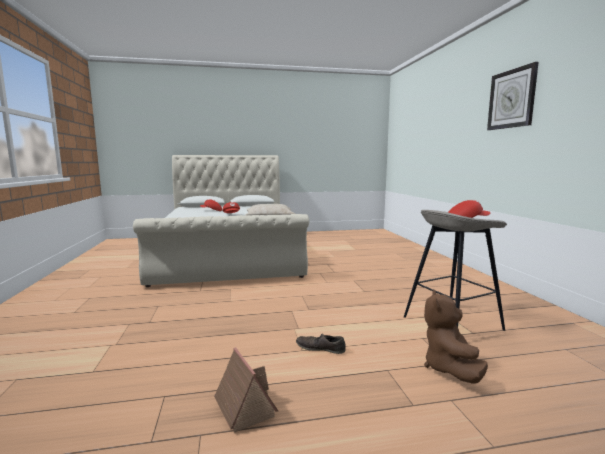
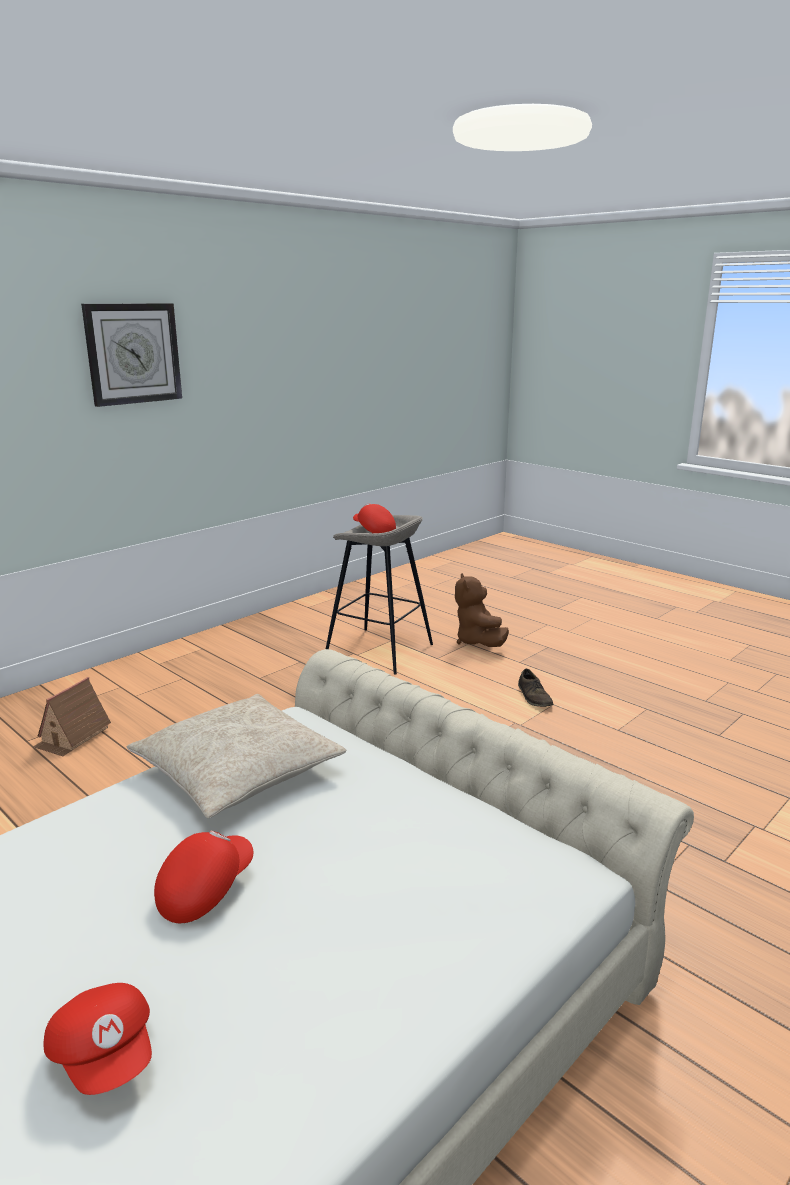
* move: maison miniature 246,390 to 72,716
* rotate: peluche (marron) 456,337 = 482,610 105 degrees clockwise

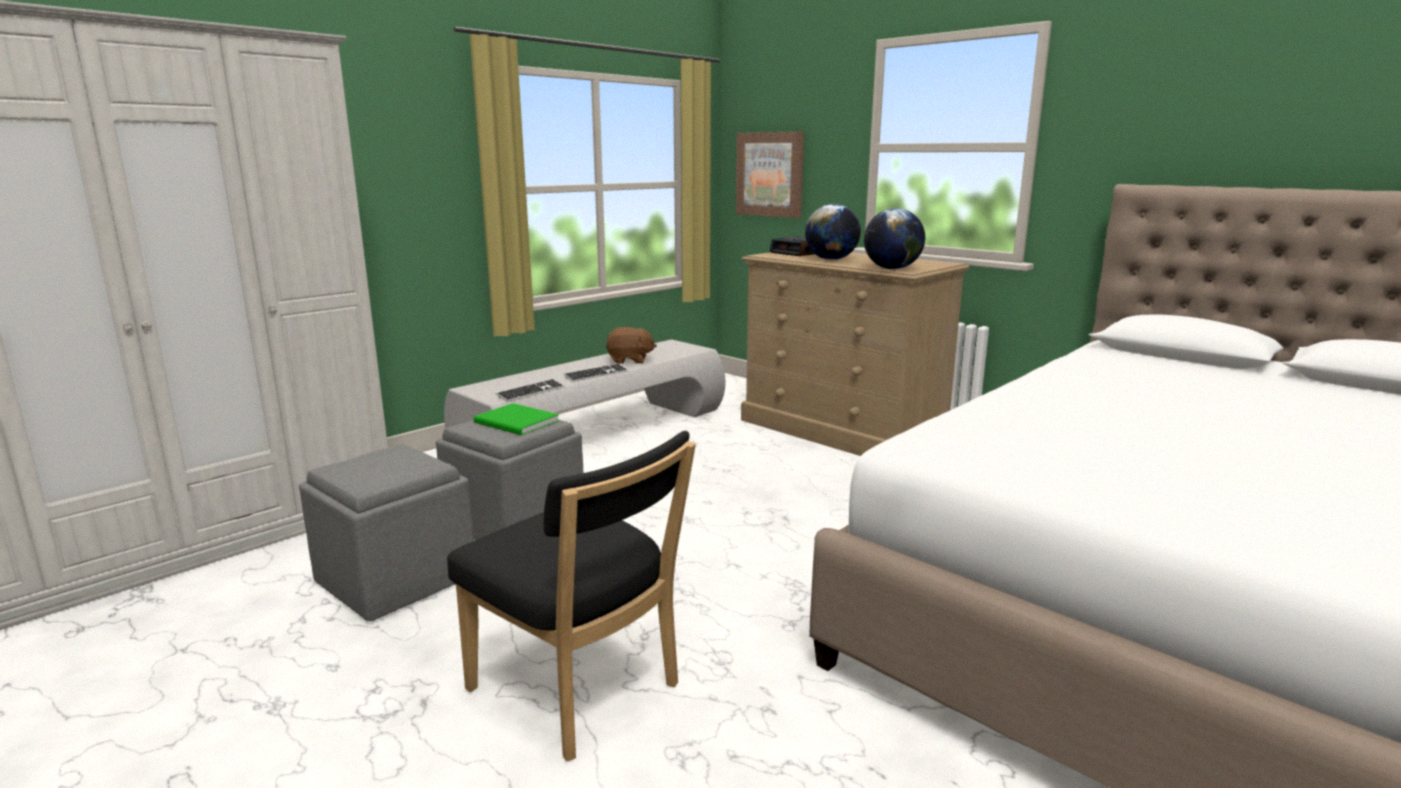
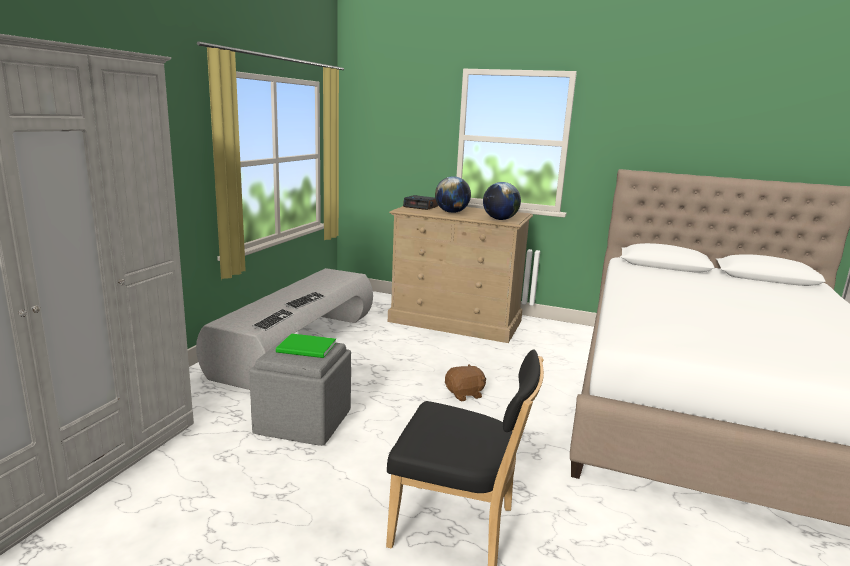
* move: peluche (marron) 631,345 to 465,382
* delete: pouf (gris) 386,532
* delete: tableau 770,174

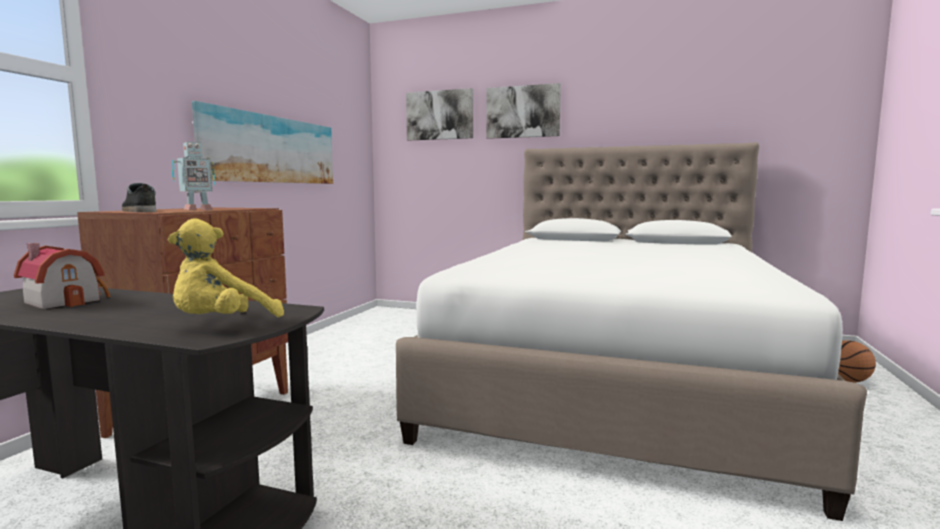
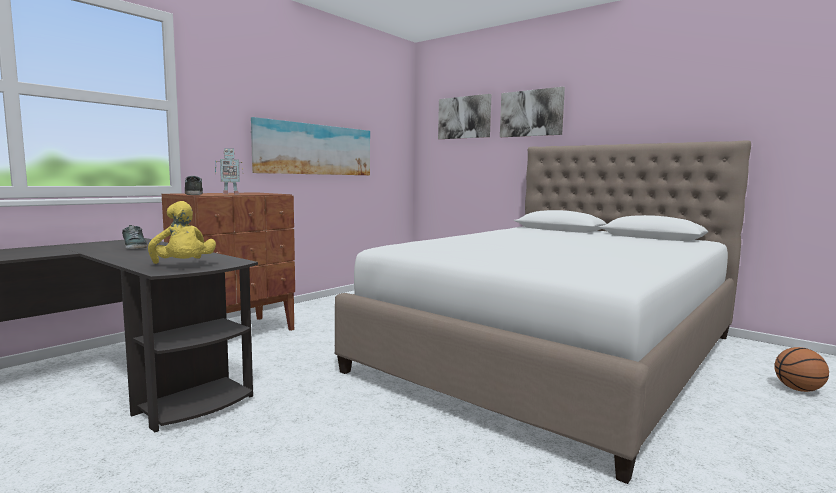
* replace: maison miniature 62,276 to chaussure 134,237
* rotate: peluche (jaune) 226,268 = 182,232 90 degrees counterclockwise

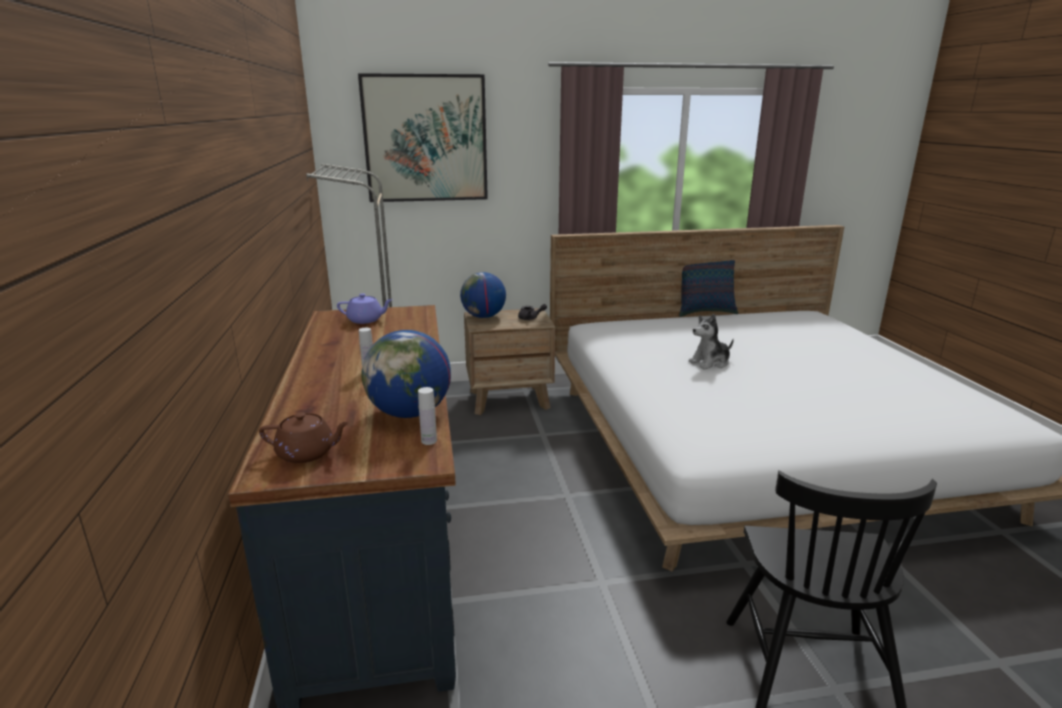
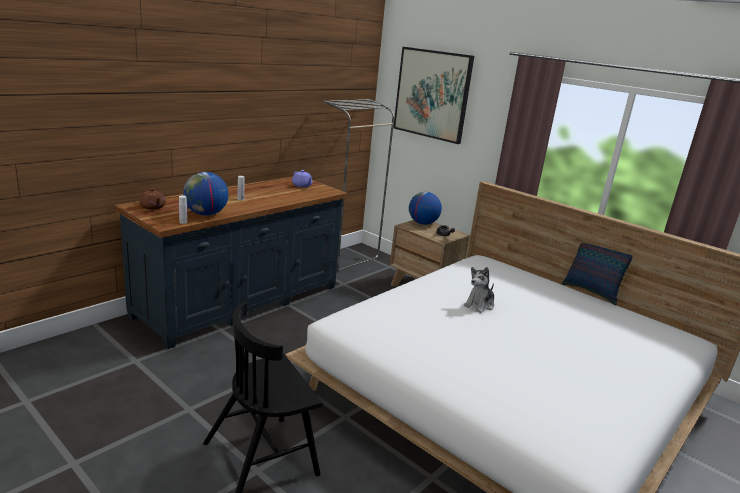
* rotate: peluche 711,341 = 479,290 75 degrees counterclockwise

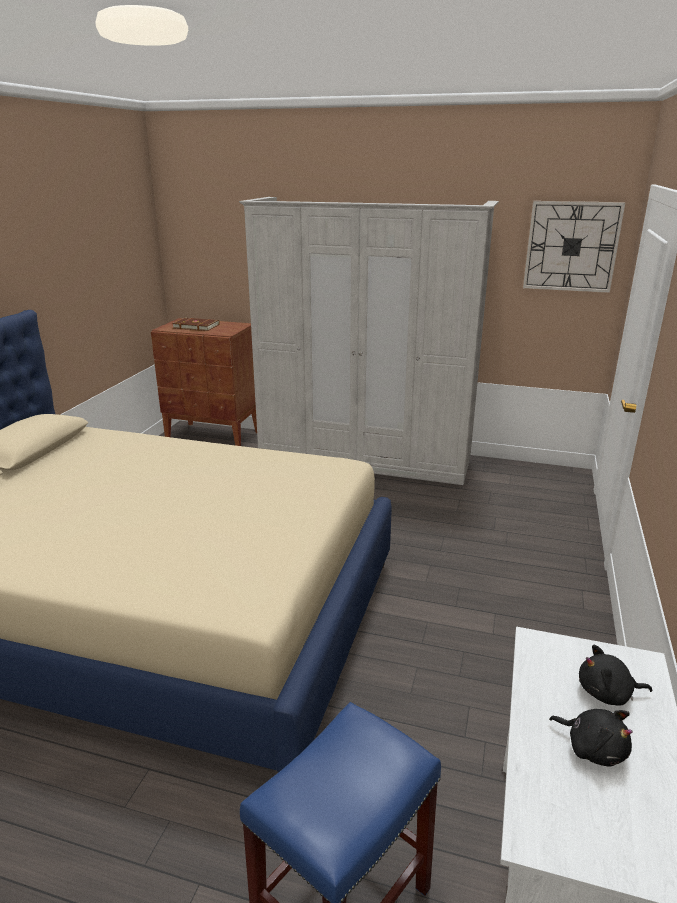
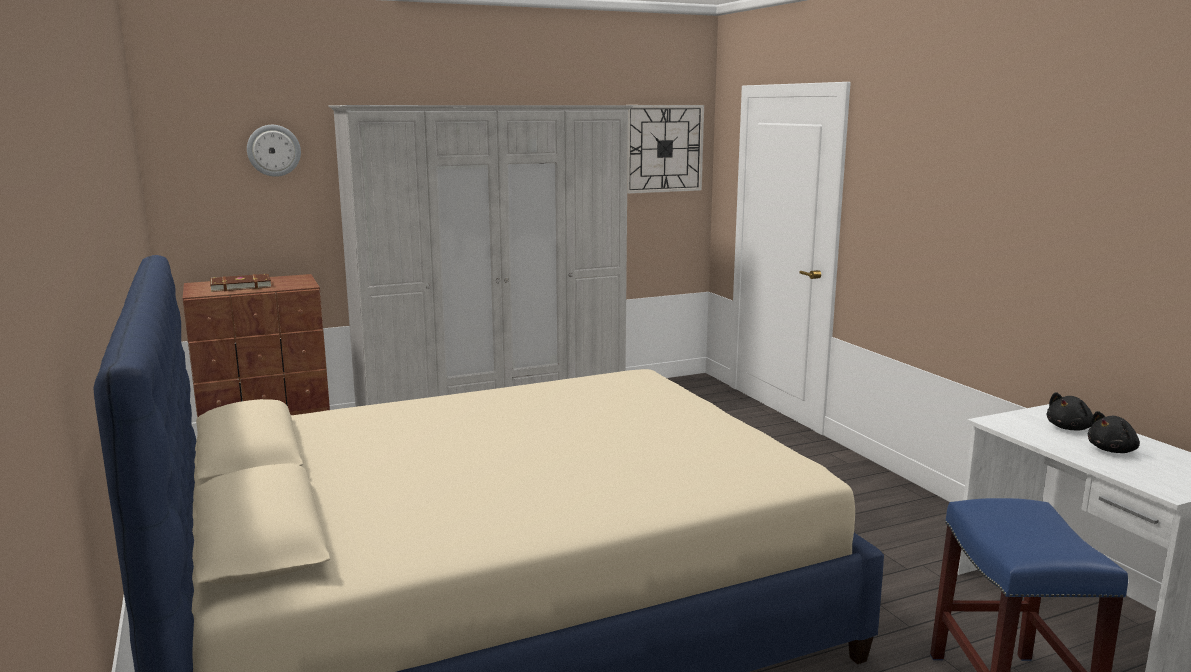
* insert: horloge murale 274,151
* rotate: peluche (noir) 591,738 = 1114,432 150 degrees clockwise

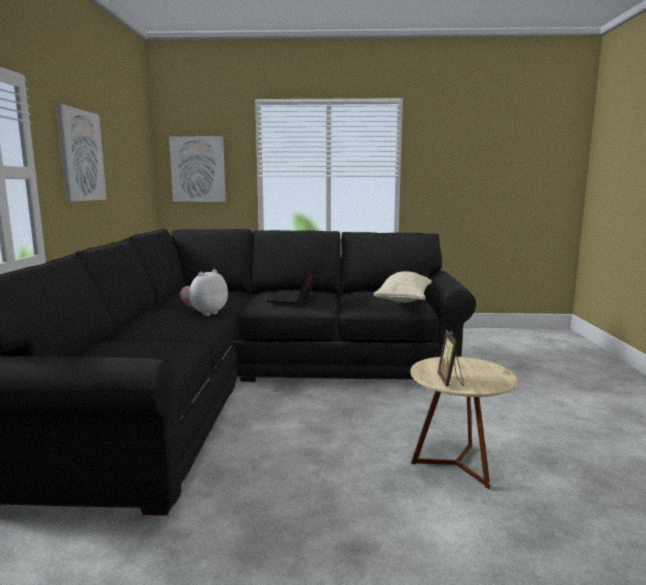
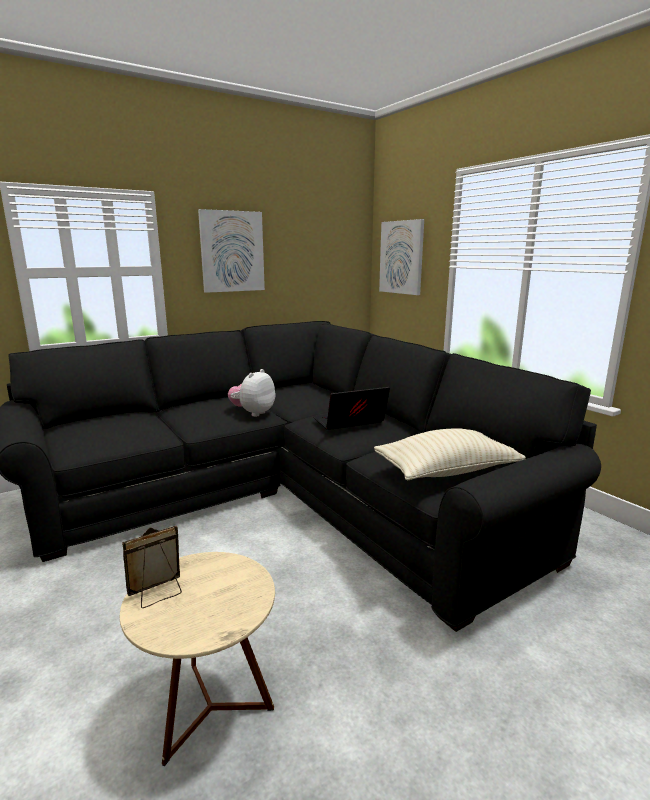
* rotate: peluche 204,292 = 251,393 60 degrees counterclockwise

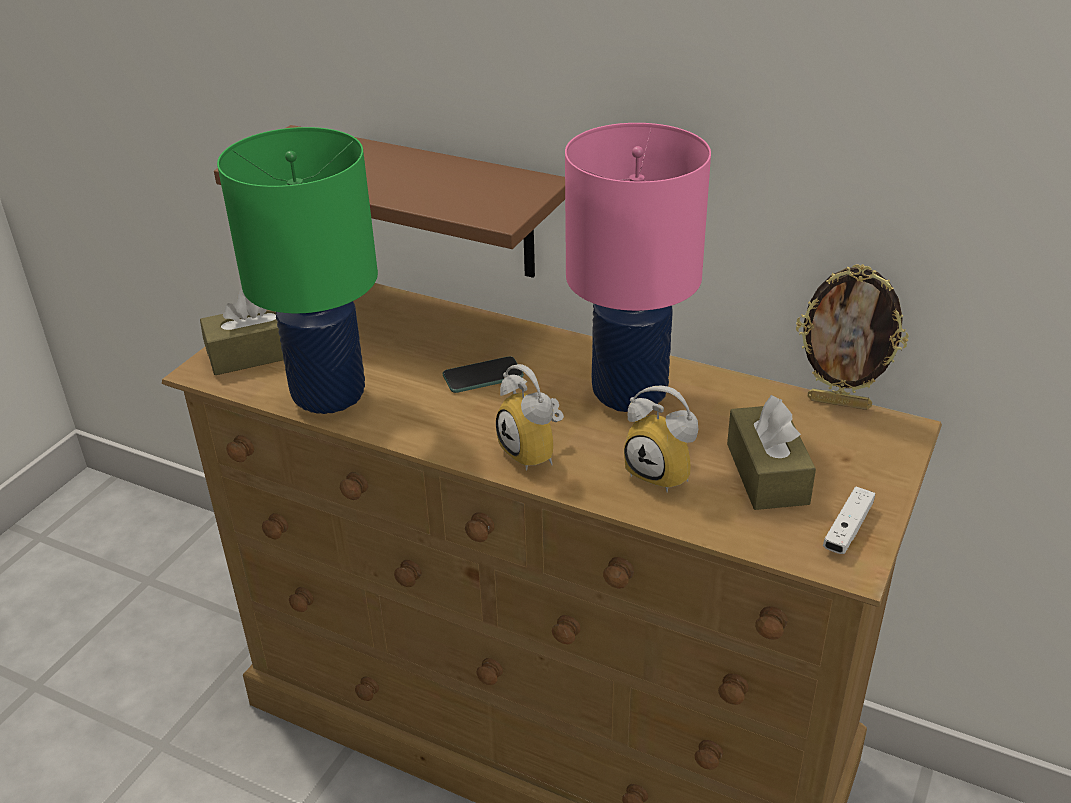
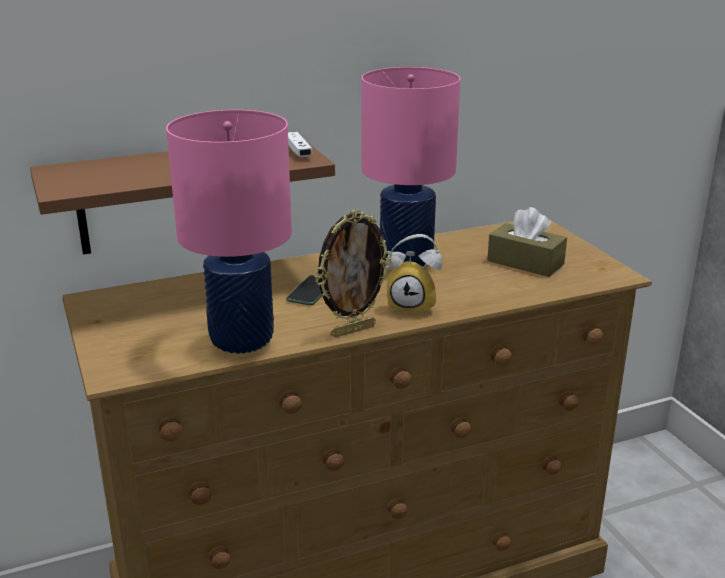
* recolor: lampe de table (vert) 297,270 to lampe de table (rose) 229,232
* move: manette (blanc) 849,520 to 300,144
* move: cadre photo 852,337 to 353,273
* delete: boîte à mouchoirs (marron) 242,332
* delete: réveil 661,439

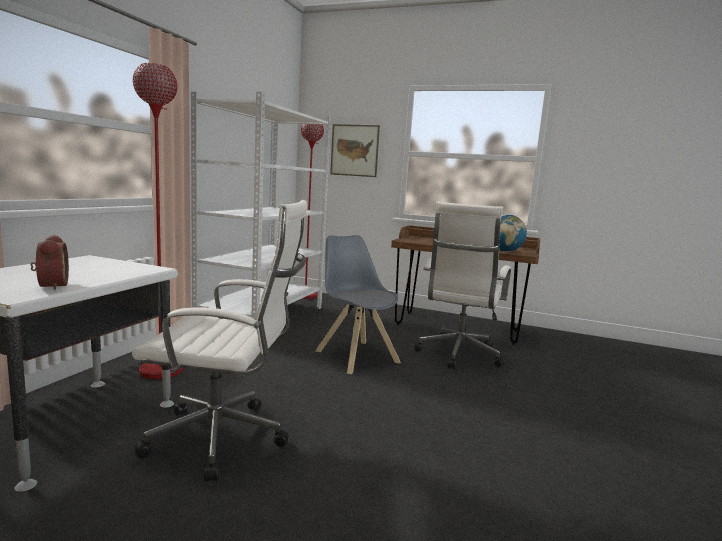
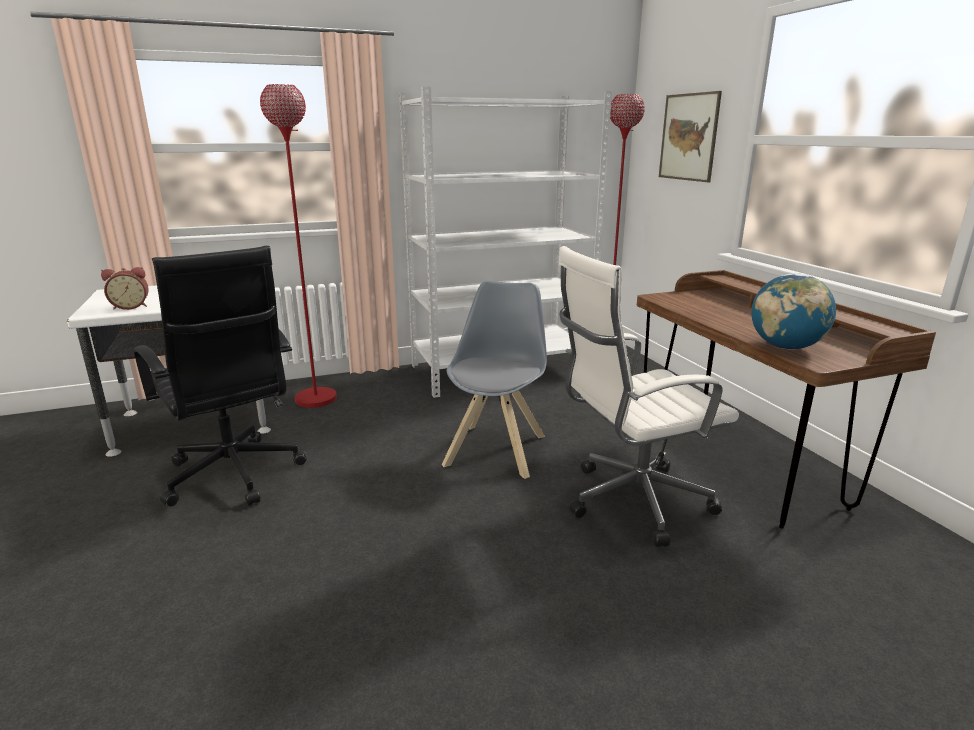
* rotate: réveil 49,262 = 125,288 45 degrees clockwise
* recolor: chaise de bureau (blanc) 219,341 to chaise de bureau (noir) 220,376

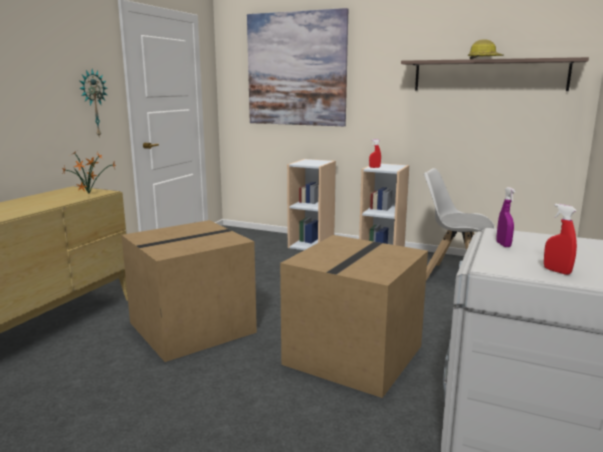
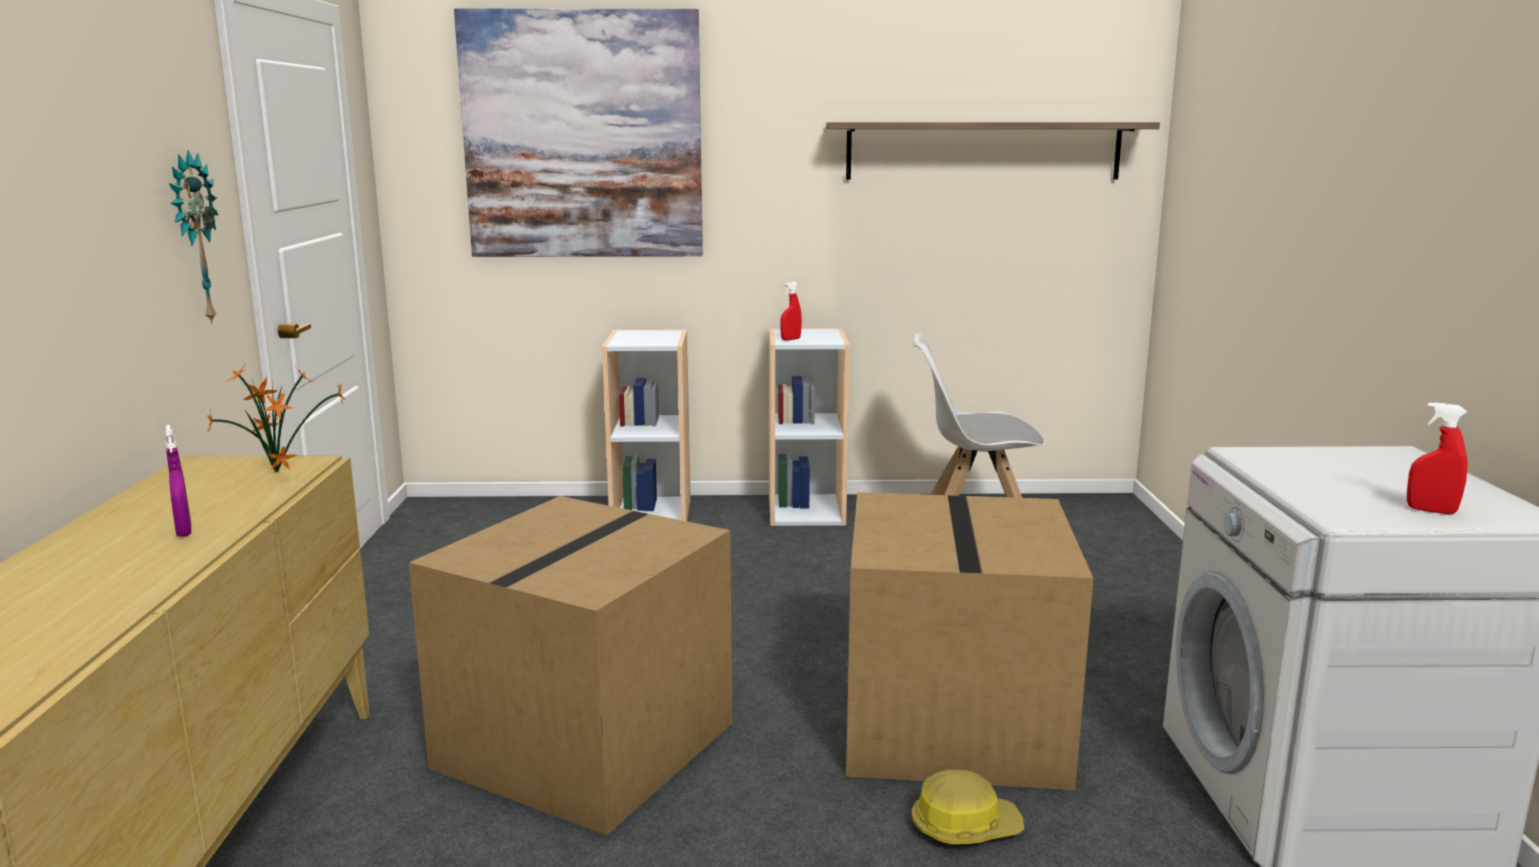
* move: vaporisateur (violet) 505,217 to 178,481
* move: casque de chantier 486,49 to 968,807

